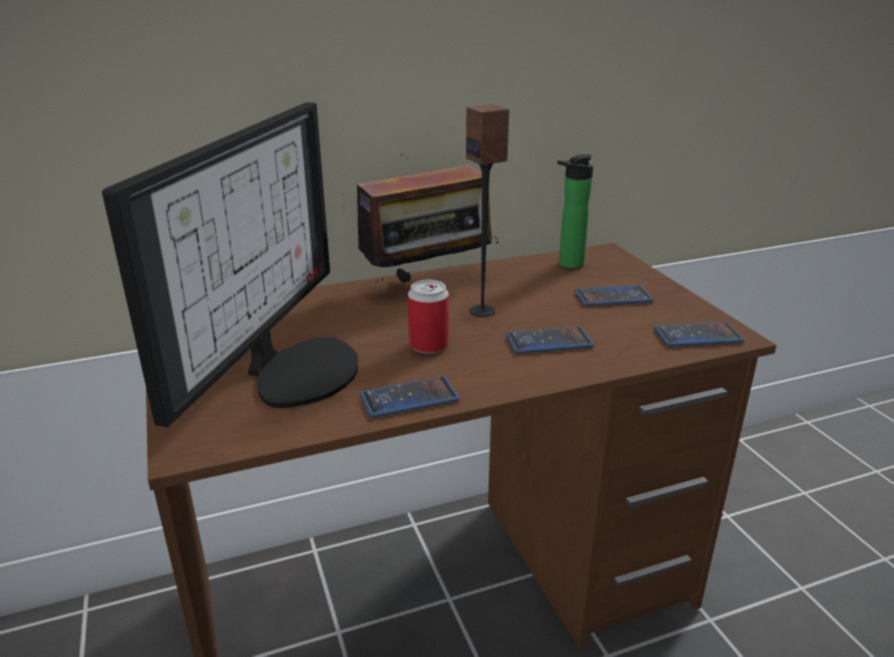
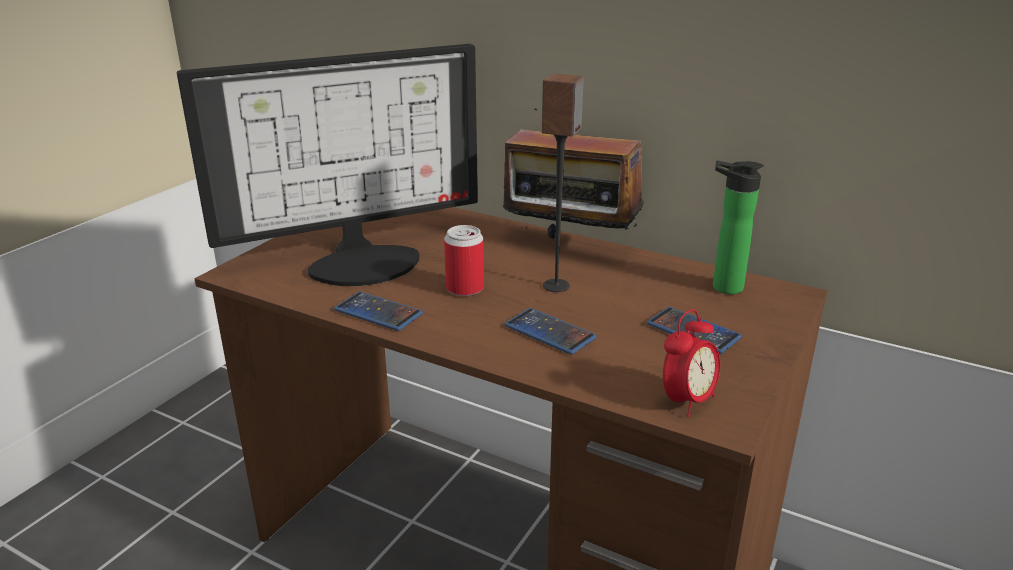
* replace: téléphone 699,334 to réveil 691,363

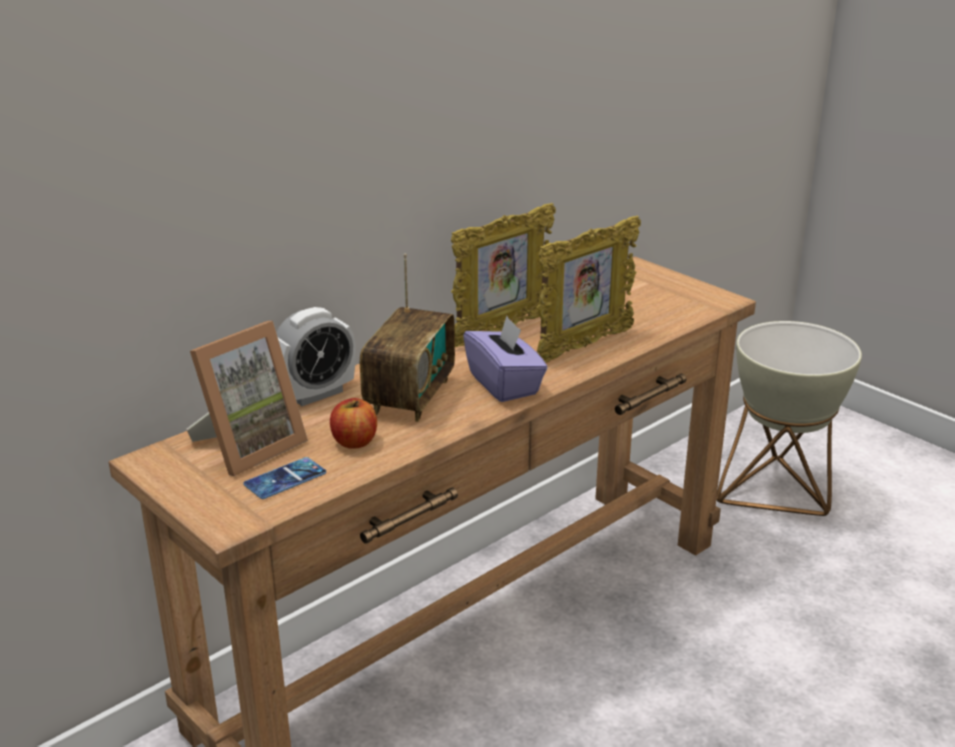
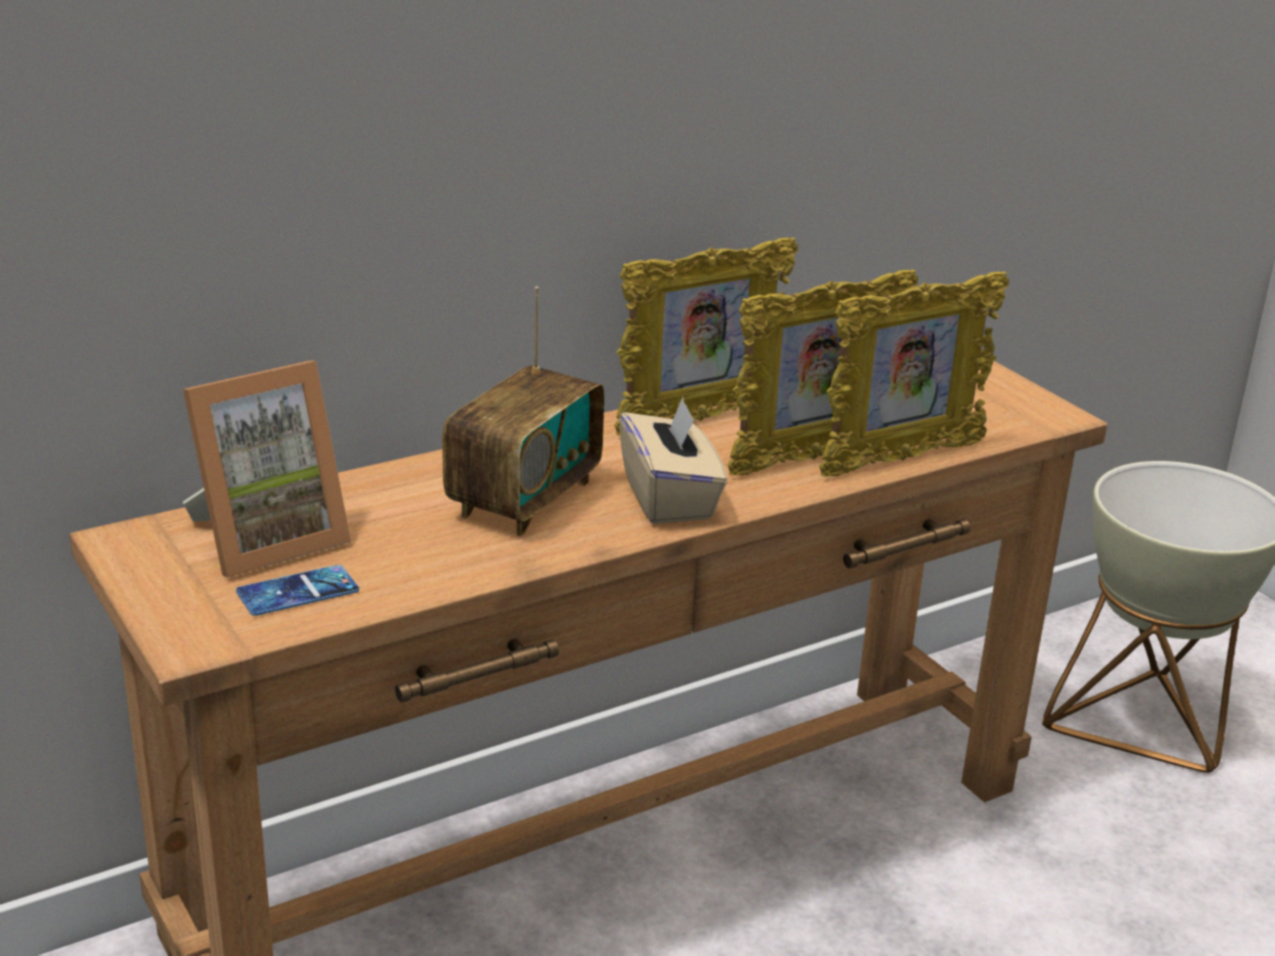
* recolor: boîte à mouchoirs (violet) 505,359 to boîte à mouchoirs (beige) 673,460
* insert: cadre photo 914,374
* delete: réveil 316,356
* delete: pomme 353,423

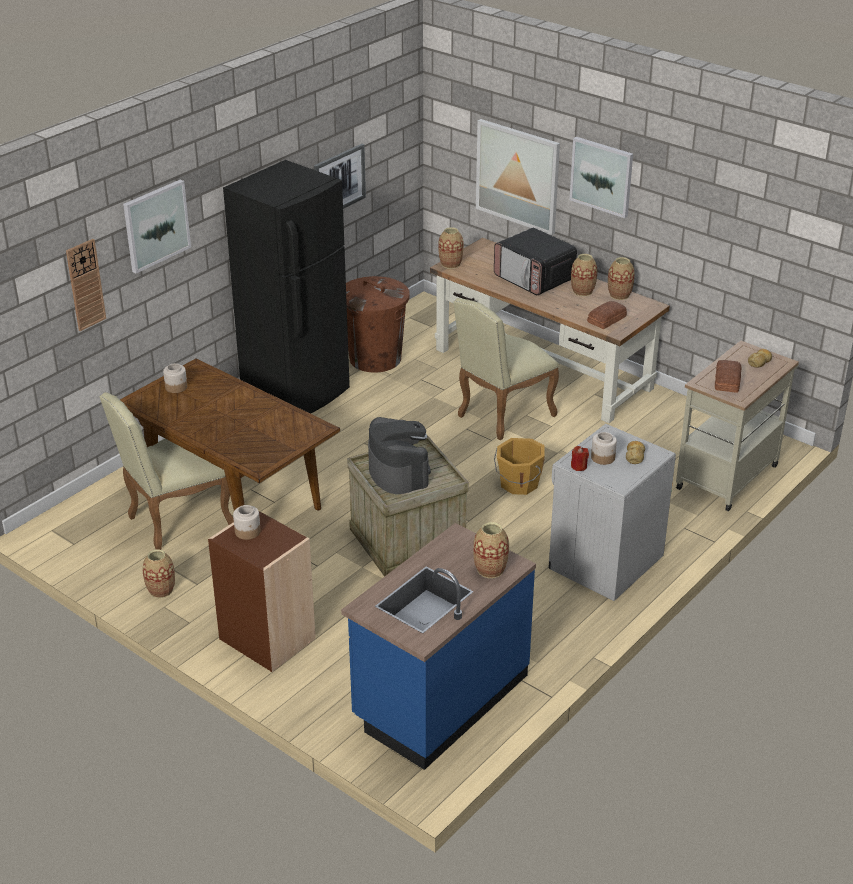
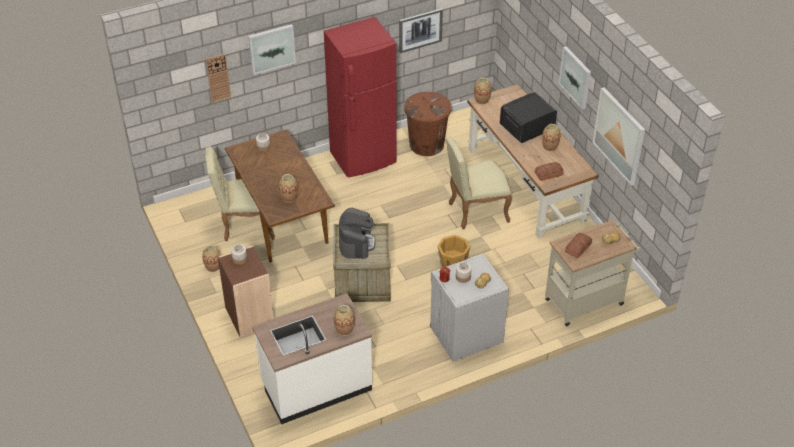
* recolor: comptoir de cuisine (bleu) 438,646 to comptoir de cuisine (blanc) 312,358
* move: vase 621,278 to 288,188
* recolor: réfrigérateur (noir) 286,287 to réfrigérateur (rouge) 360,97
* rotate: micro-ondes 535,261 = 528,117 75 degrees clockwise
* move: tableau 518,177 to 619,136

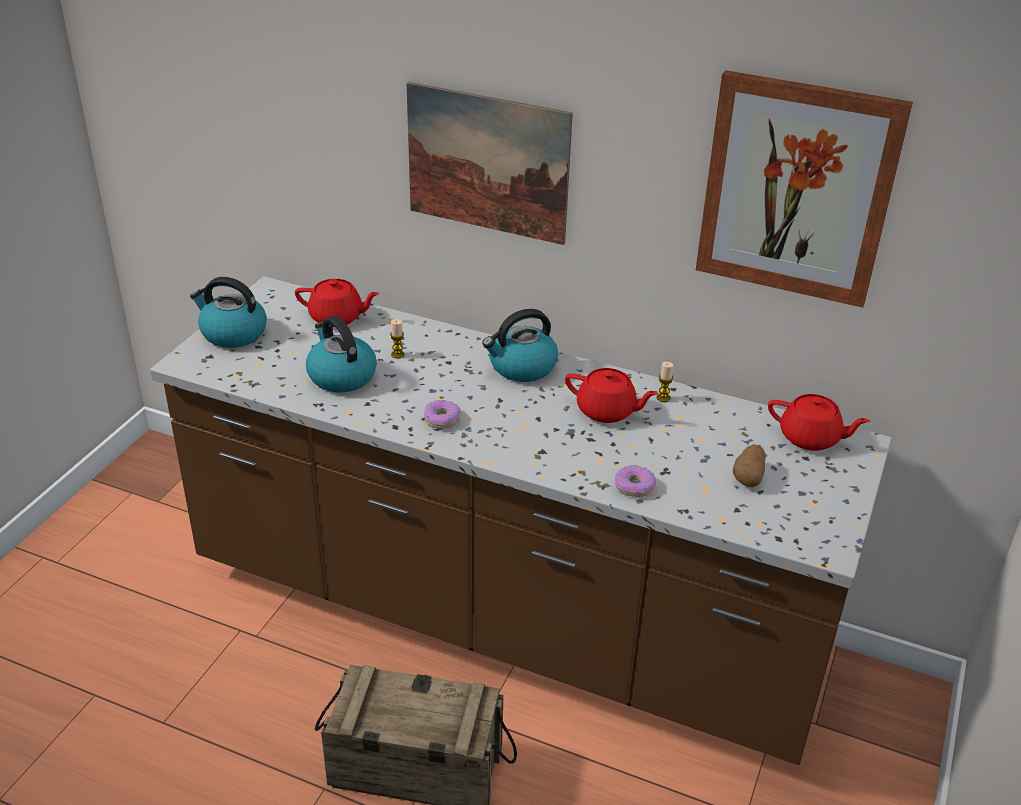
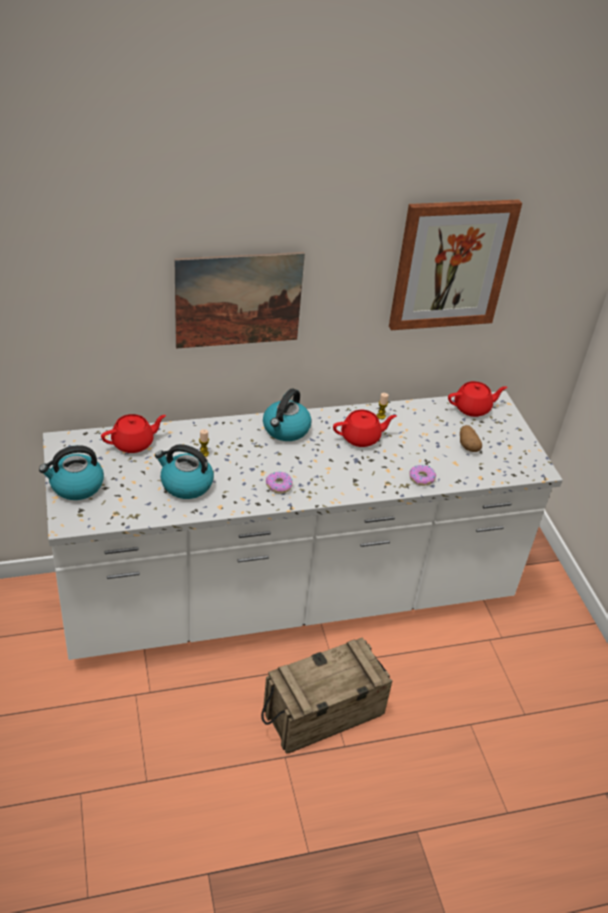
* recolor: comptoir de cuisine (marron) 521,520 to comptoir de cuisine (blanc) 303,525

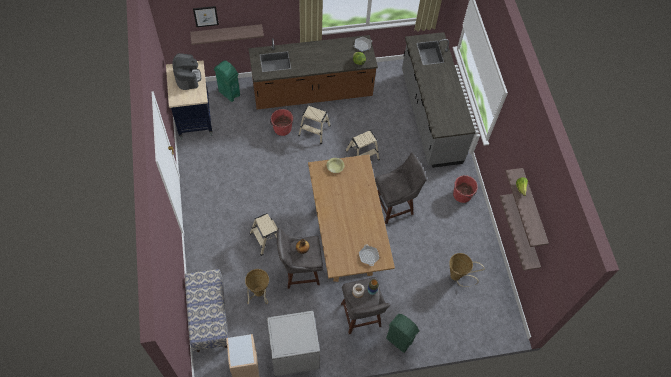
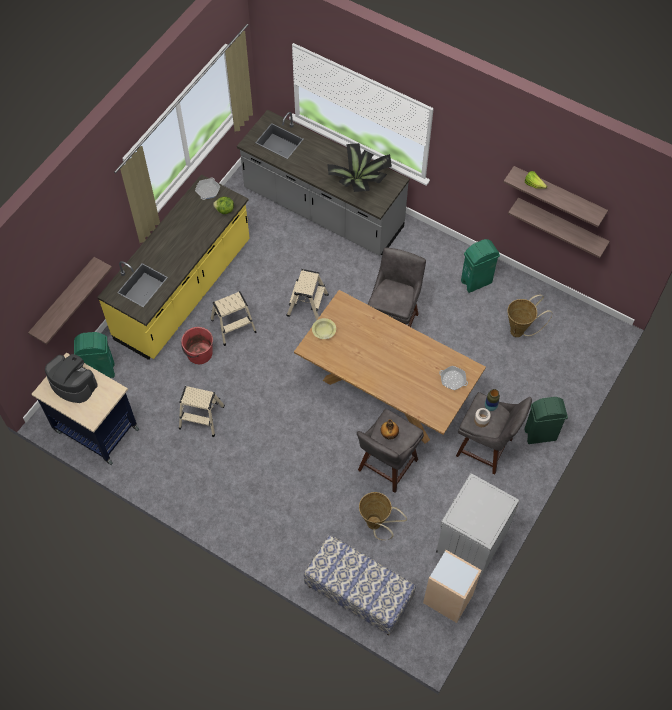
* recolor: comptoir de cuisine (marron) 313,72 to comptoir de cuisine (jaune) 173,267
* move: escabeau (beige) 264,234 to 202,411
* insert: plante en pot 359,167
* insert: poubelle (vert) 480,266
* delete: tableau 206,16
* delete: seau (rouge) 465,189

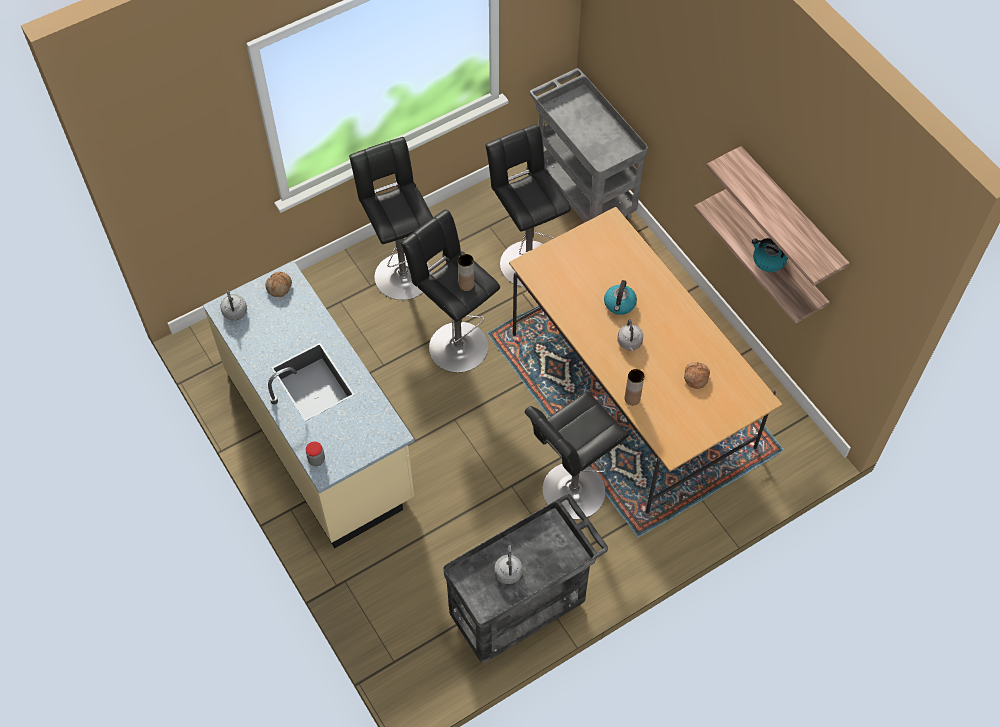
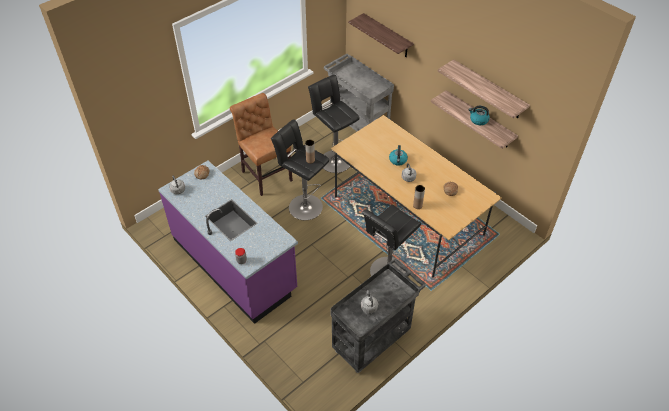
* recolor: comptoir de cuisine (beige) 308,404 to comptoir de cuisine (violet) 228,242
* replace: tabouret (noir) 391,218 to chaise (marron) 261,144
* insert: étagère 381,35

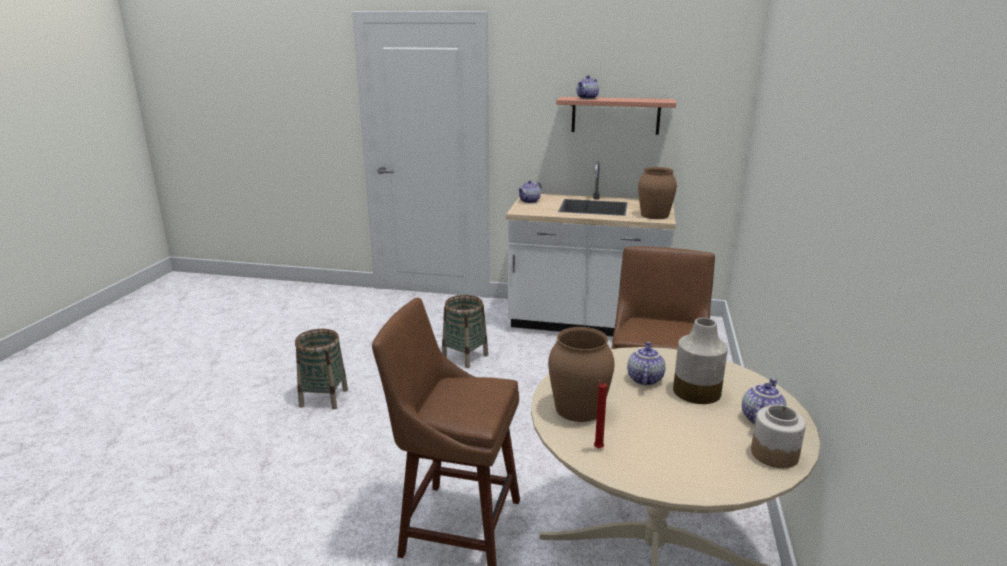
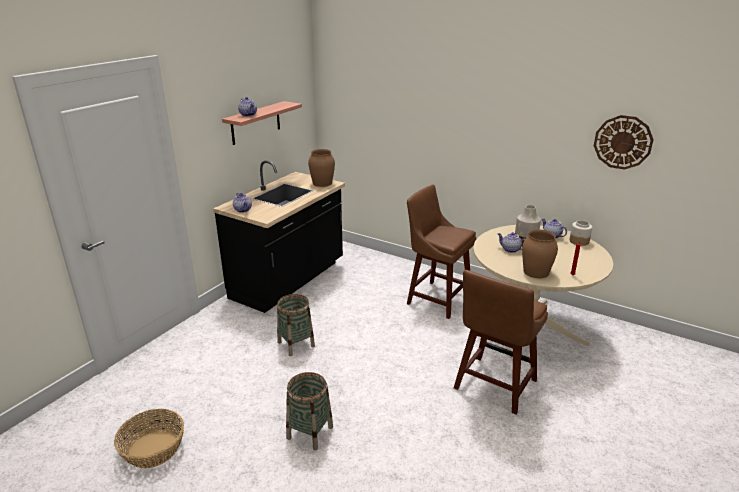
* insert: panier 149,438
* recolor: comptoir de cuisine (blanc) 591,248 to comptoir de cuisine (noir) 279,236
* insert: horloge murale 624,142

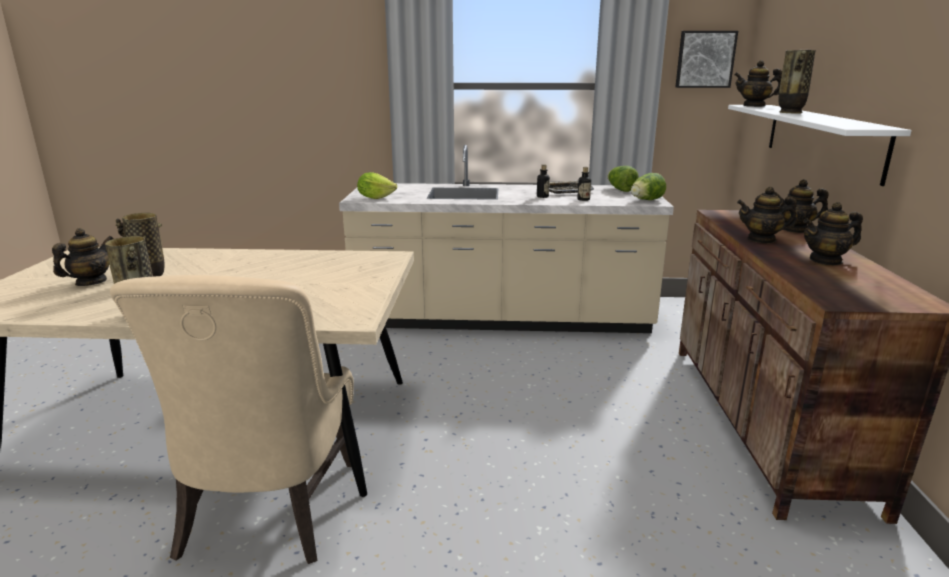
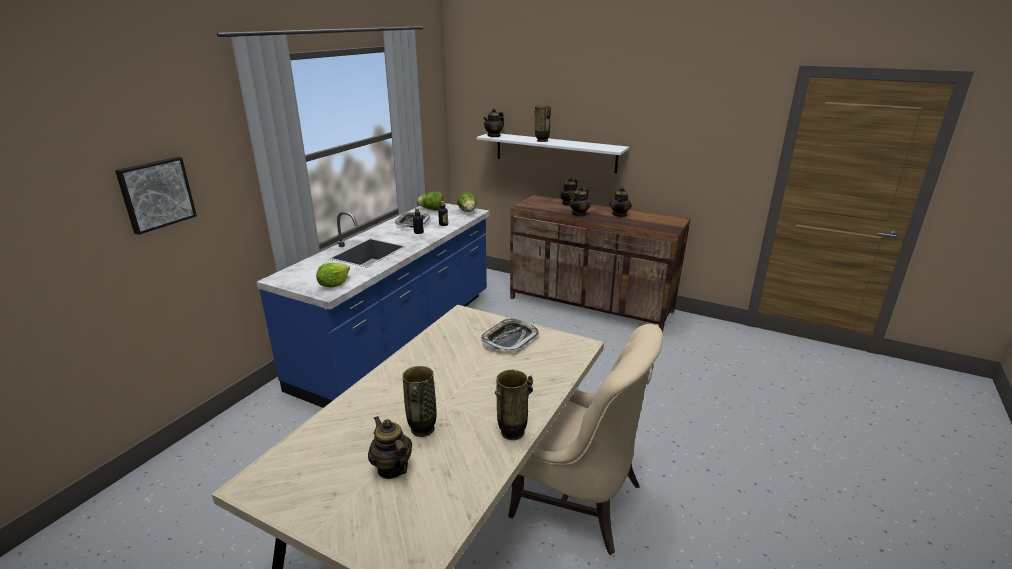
* move: tableau 706,59 to 156,196
* recolor: comptoir de cuisine (beige) 506,239 to comptoir de cuisine (bleu) 373,305
* insert: plateau 509,335

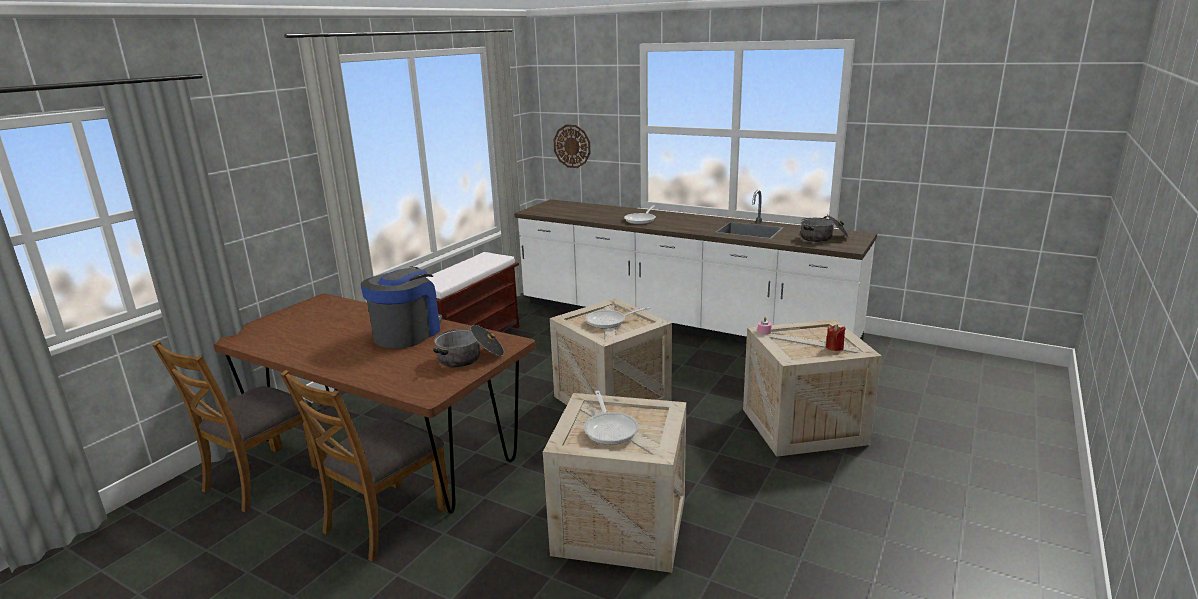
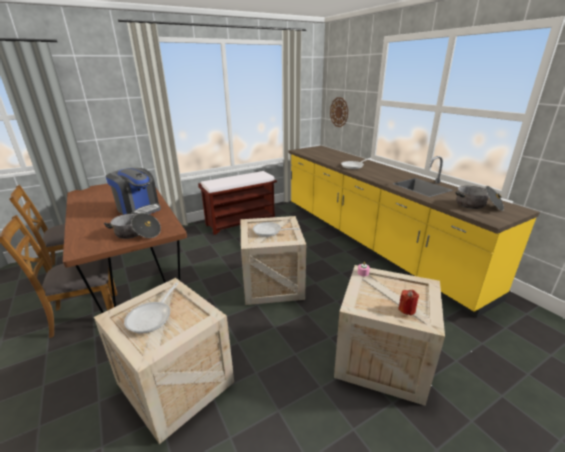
* rotate: machine à café 401,307 = 133,191 75 degrees clockwise
* recolor: comptoir de cuisine (blanc) 695,267 to comptoir de cuisine (jaune) 414,232

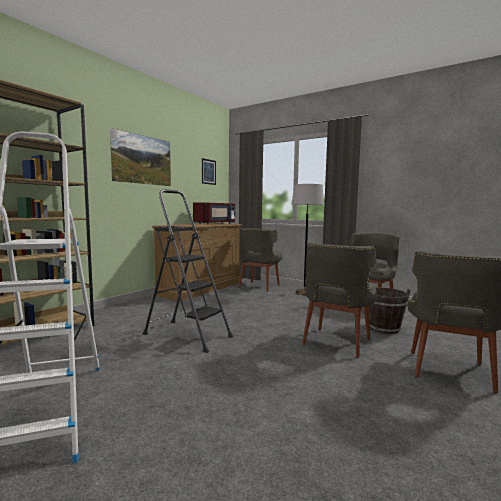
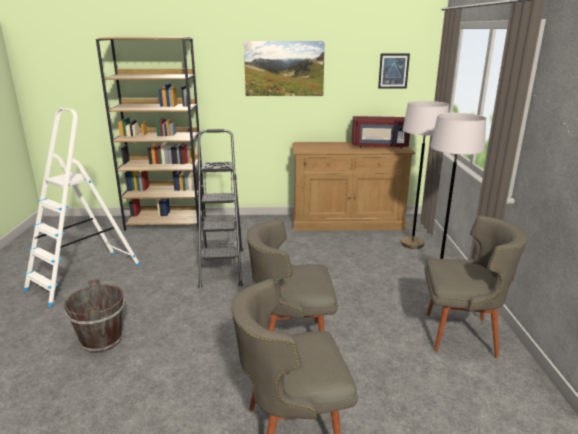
* move: seau (marron) 390,310 to 94,316
* replace: chaise (gris) 261,260 to lampadaire (gris) 425,175

